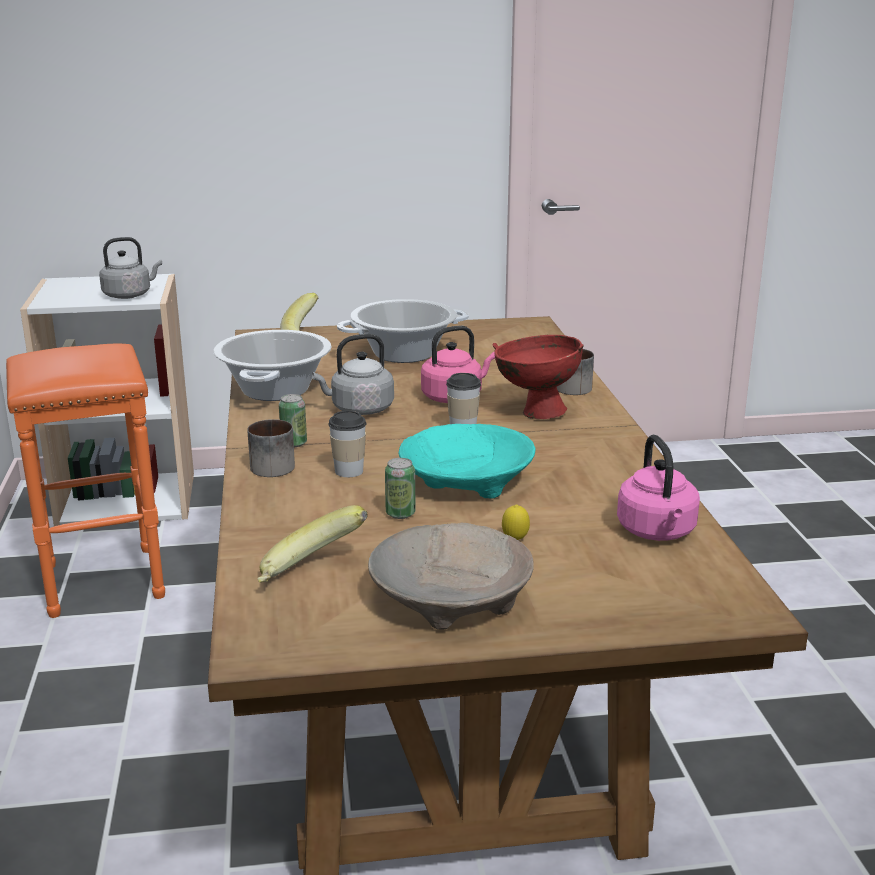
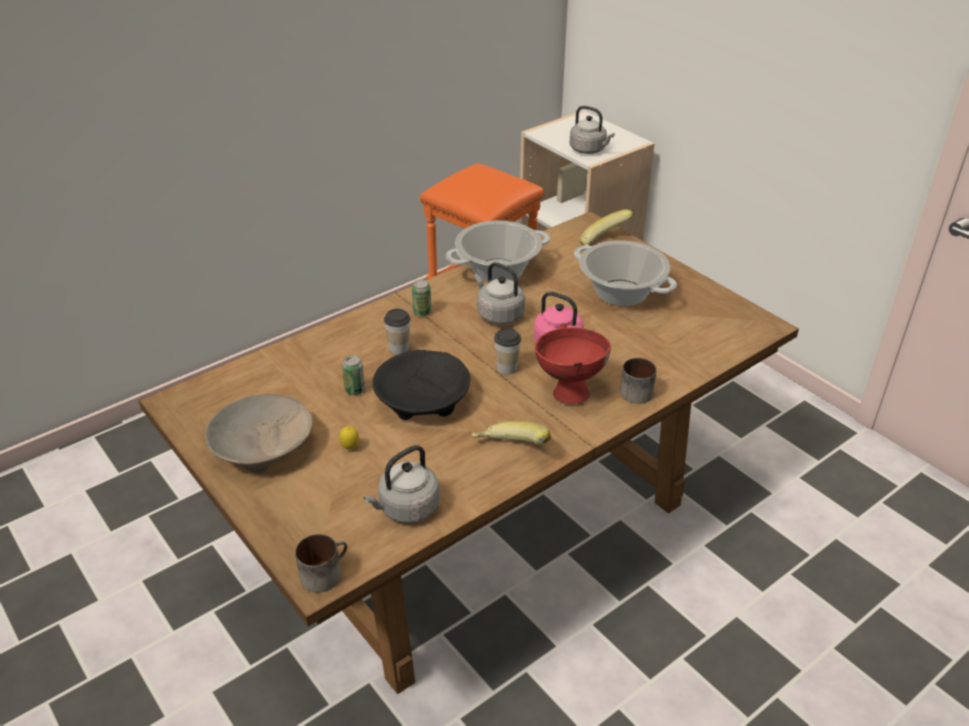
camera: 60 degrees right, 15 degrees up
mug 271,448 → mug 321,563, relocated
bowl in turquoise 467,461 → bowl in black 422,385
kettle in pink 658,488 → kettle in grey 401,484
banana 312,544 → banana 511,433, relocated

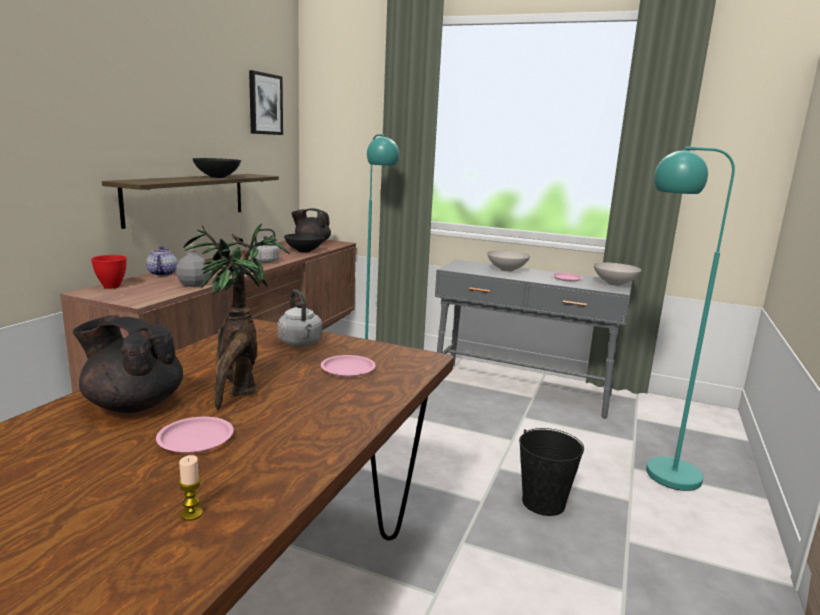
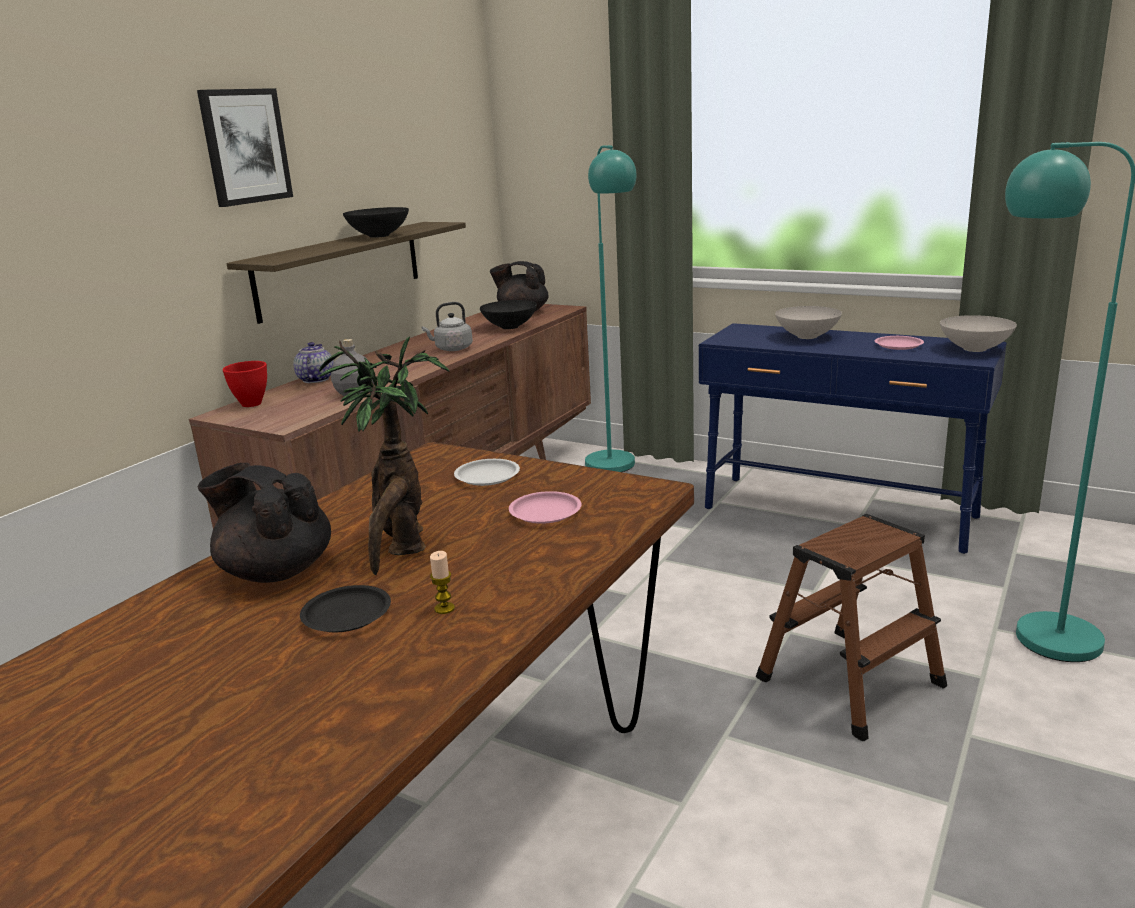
camera: 10 degrees right, 5 degrees up
picture 266,102 → picture 245,147, relocated
console table in grey 534,338 → console table in blue 853,438
kettle in grey 300,317 → plate in white 487,472
plate in pink 195,435 → plate in black 345,608
bucket in black 551,472 → step ladder in brown 851,627
candle 190,488 → candle 442,582, relocated

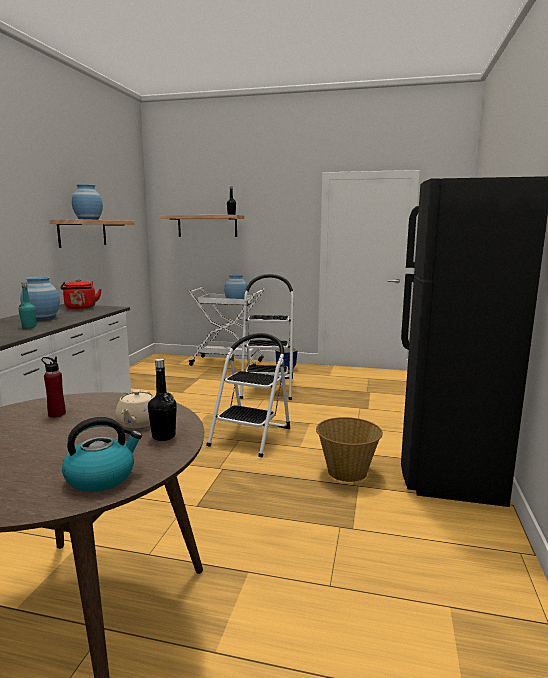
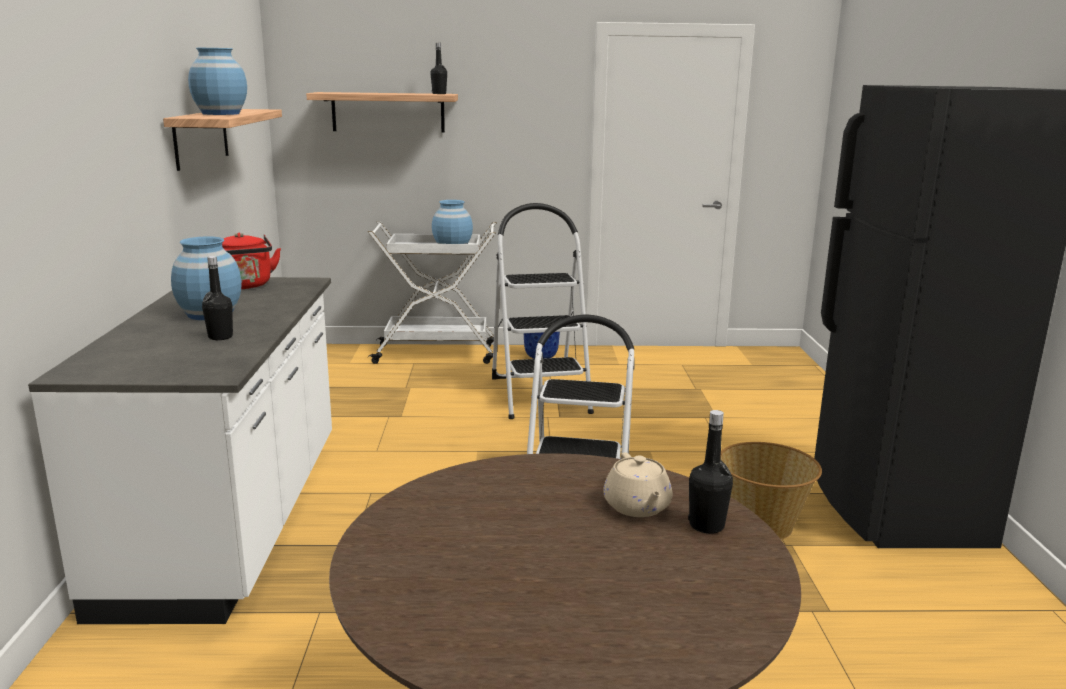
camera: 15 degrees left, 5 degrees up
bottle in turquoise 27,305 → bottle in black 217,298
bottle in red 53,387 → -
kettle 102,454 → -

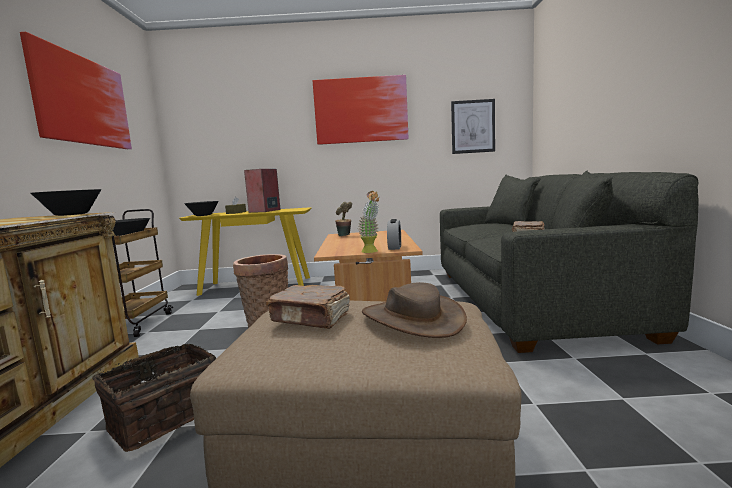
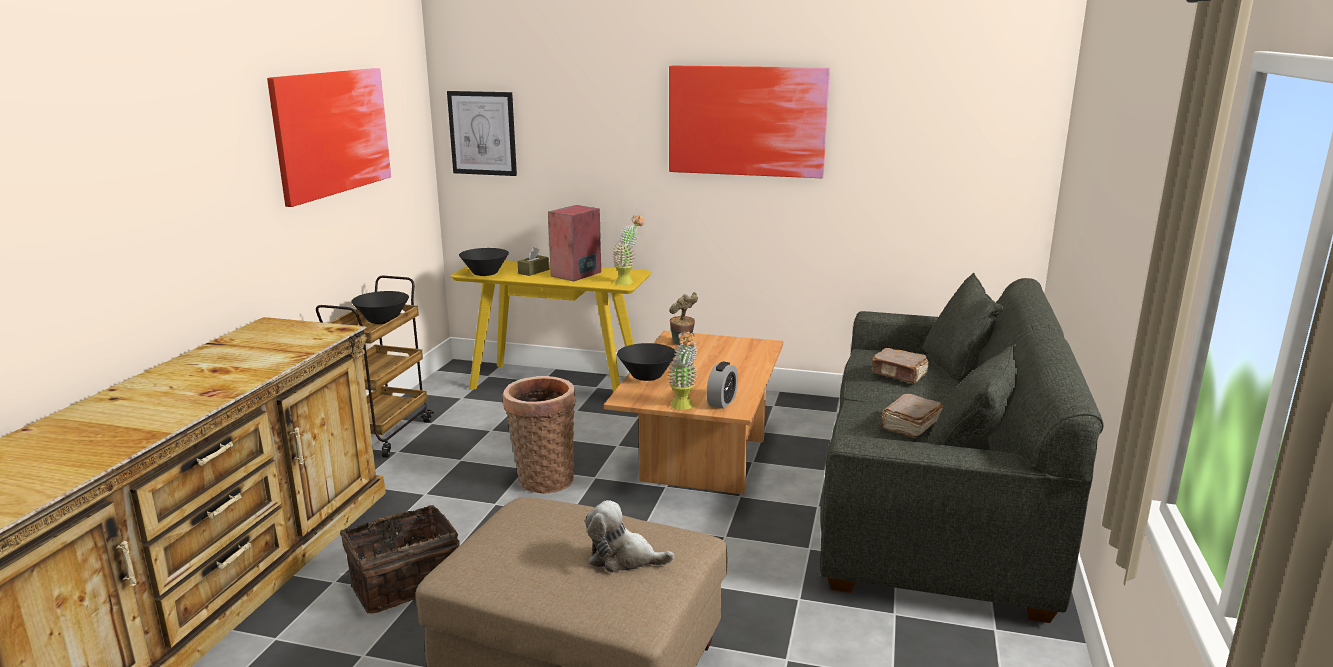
camera: 15 degrees right, 10 degrees up
picture 473,126 → picture 482,133, relocated
bowl in black 66,202 → bowl in black 646,362, relocated
hat in brown 414,310 → plush toy 629,536
book in brown 307,307 → book in brown 900,366, relocated
- → potted plant 628,250

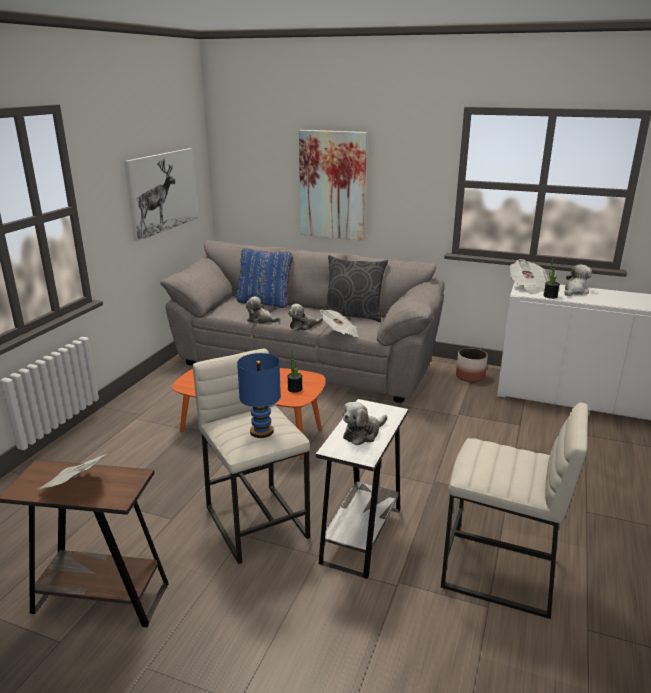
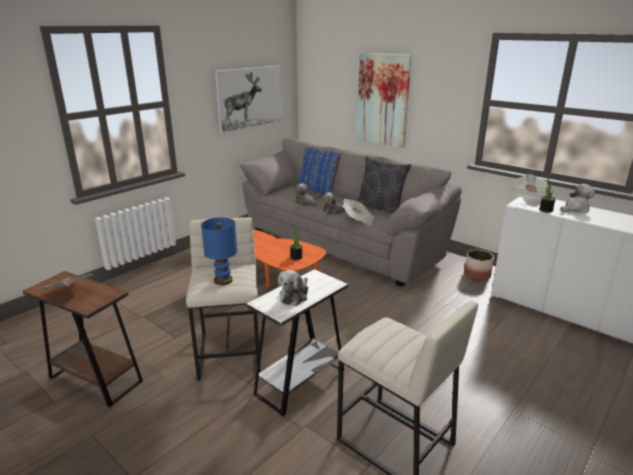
camera: 20 degrees right, 0 degrees up
plush toy 364,424 → plush toy 293,288, 45 degrees counterclockwise

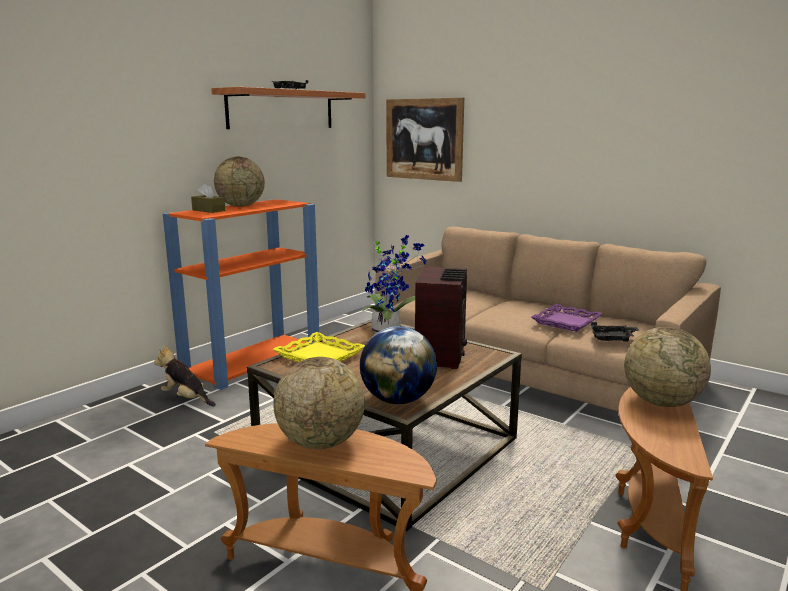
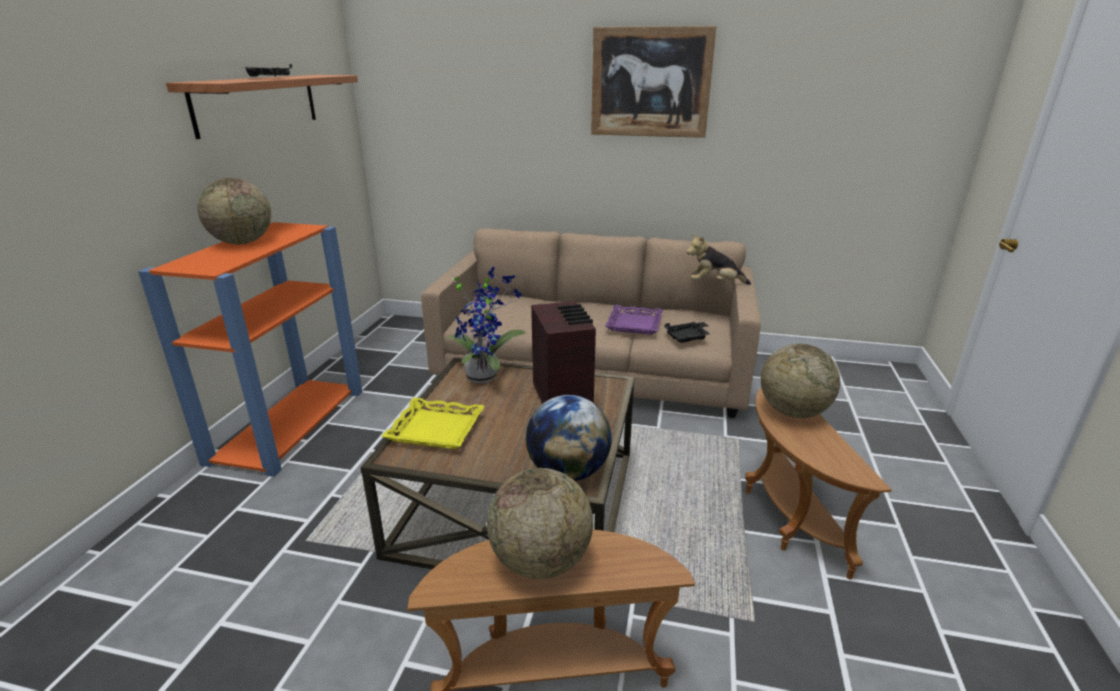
camera: 25 degrees left, 10 degrees up
picture 425,140 → picture 653,82, relocated
tissue box in brown 208,198 → -
plush toy 185,376 → plush toy 719,259, relocated

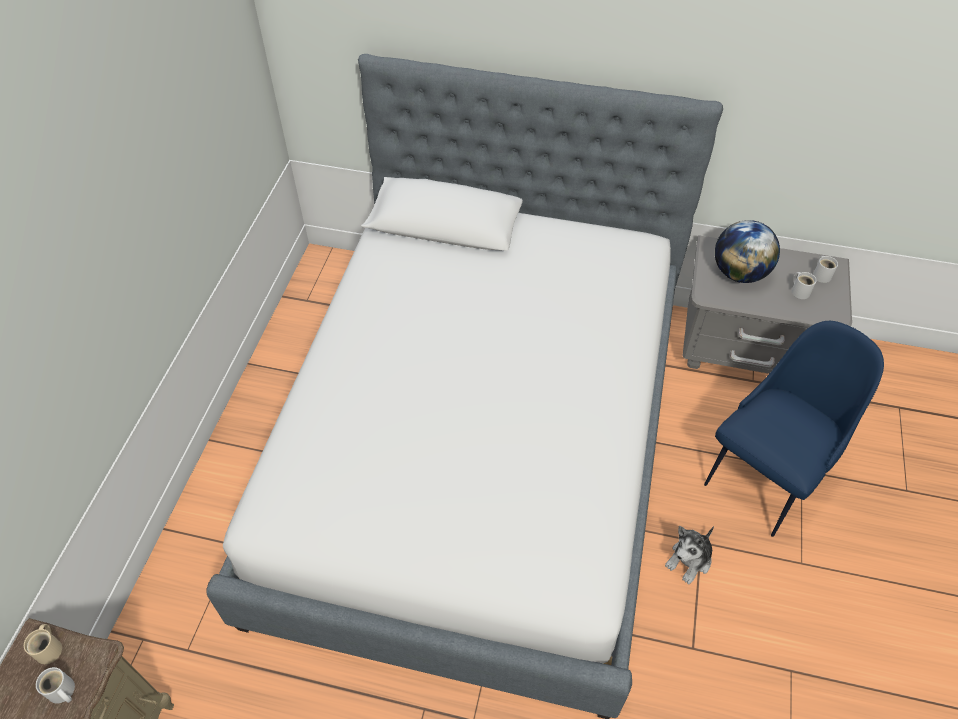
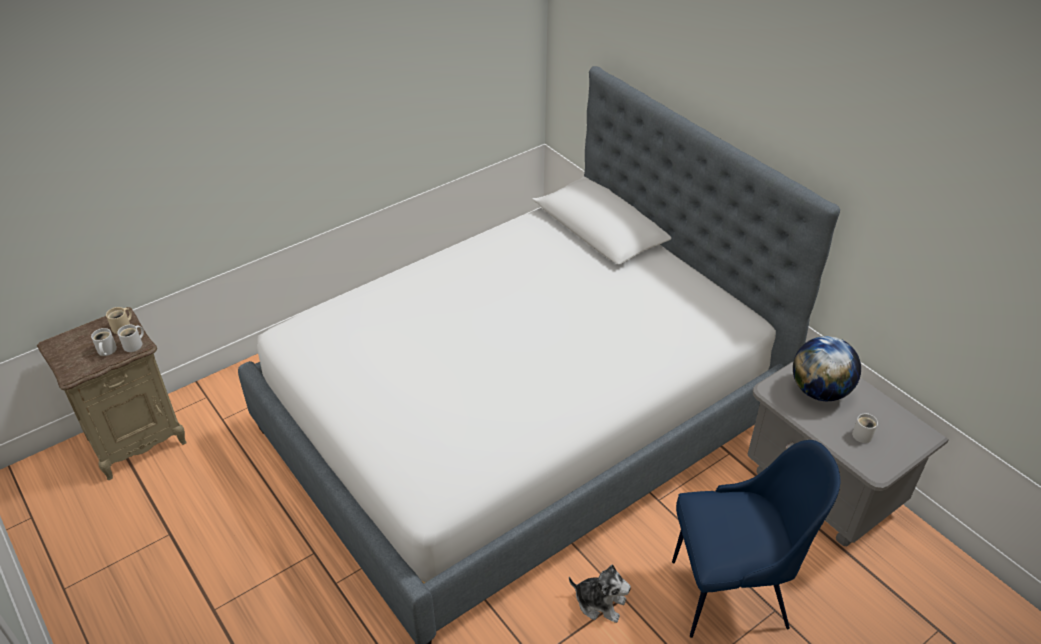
camera: 40 degrees right, 10 degrees down
mug in white 825,269 → mug in white 130,338, relocated
plush toy 689,555 → plush toy 600,593, 150 degrees counterclockwise

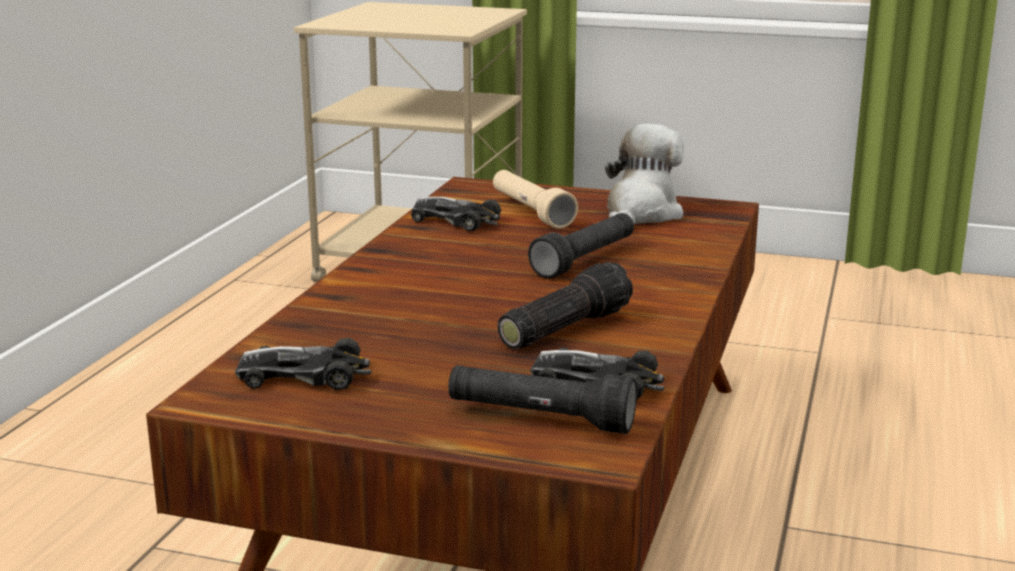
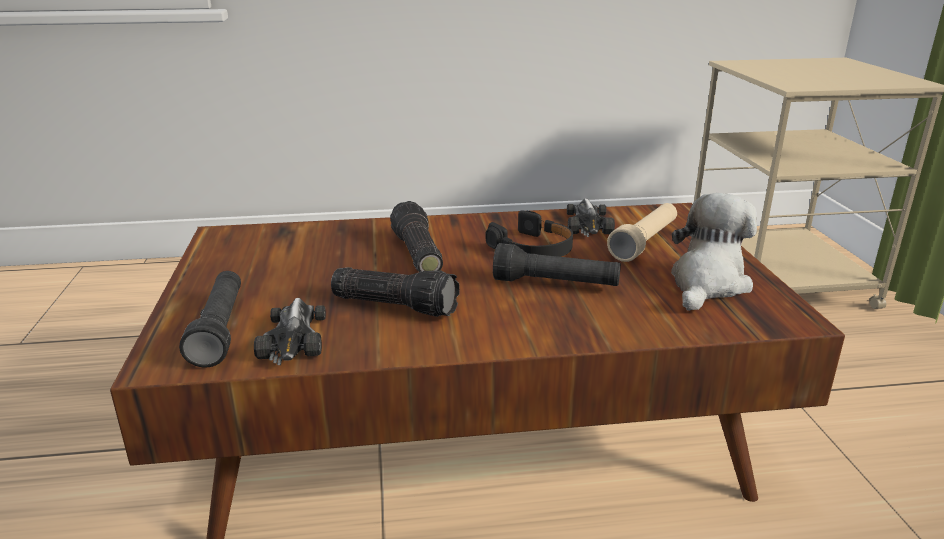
camera: 65 degrees right, 5 degrees up
plush toy 644,174 → plush toy 714,252, 60 degrees counterclockwise
toy car 303,364 → -
- → flashlight 416,236
- → headphones in black 529,233

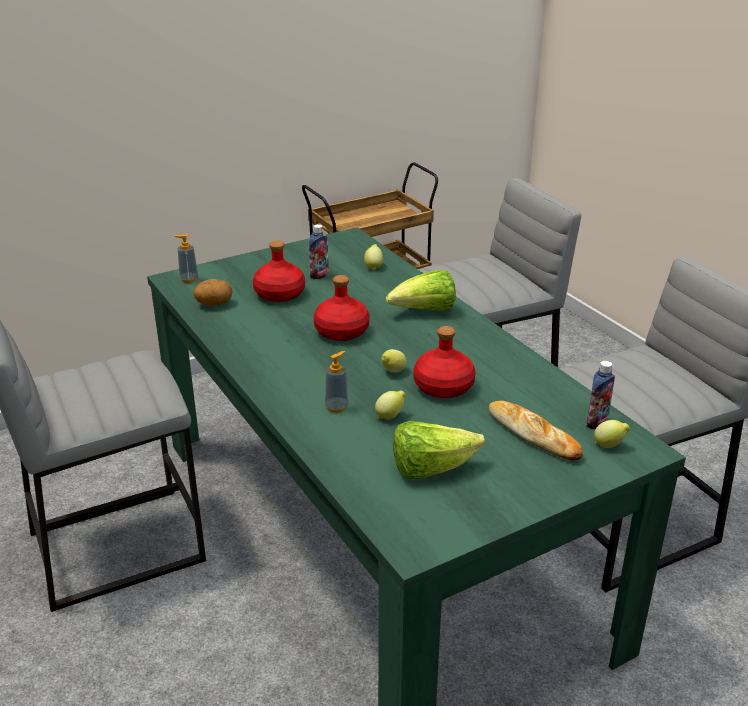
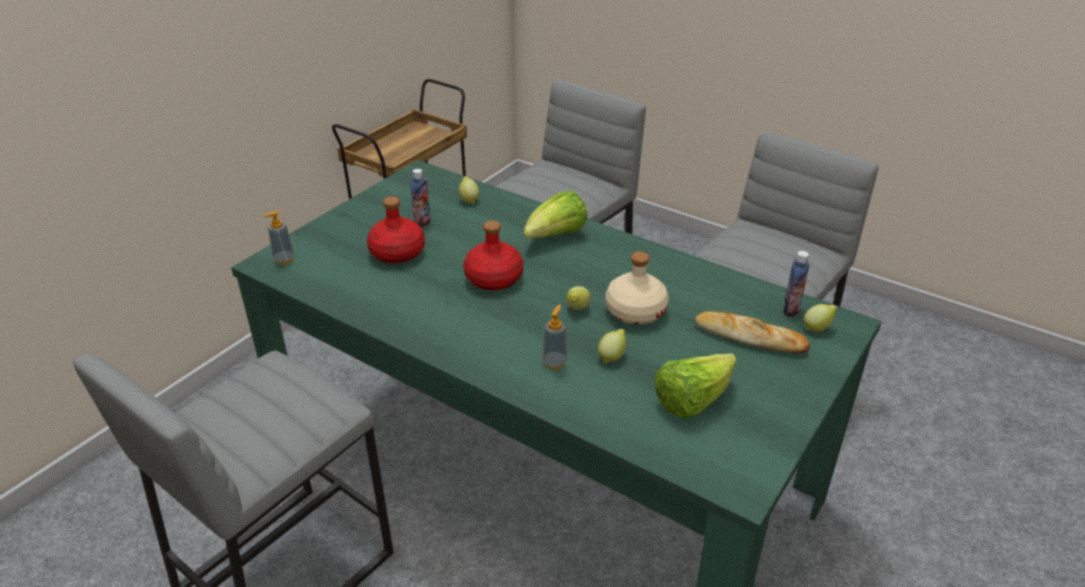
camera: 25 degrees left, 5 degrees up
potato 213,292 → -
bottle in red 444,362 → bottle in beige 637,288

